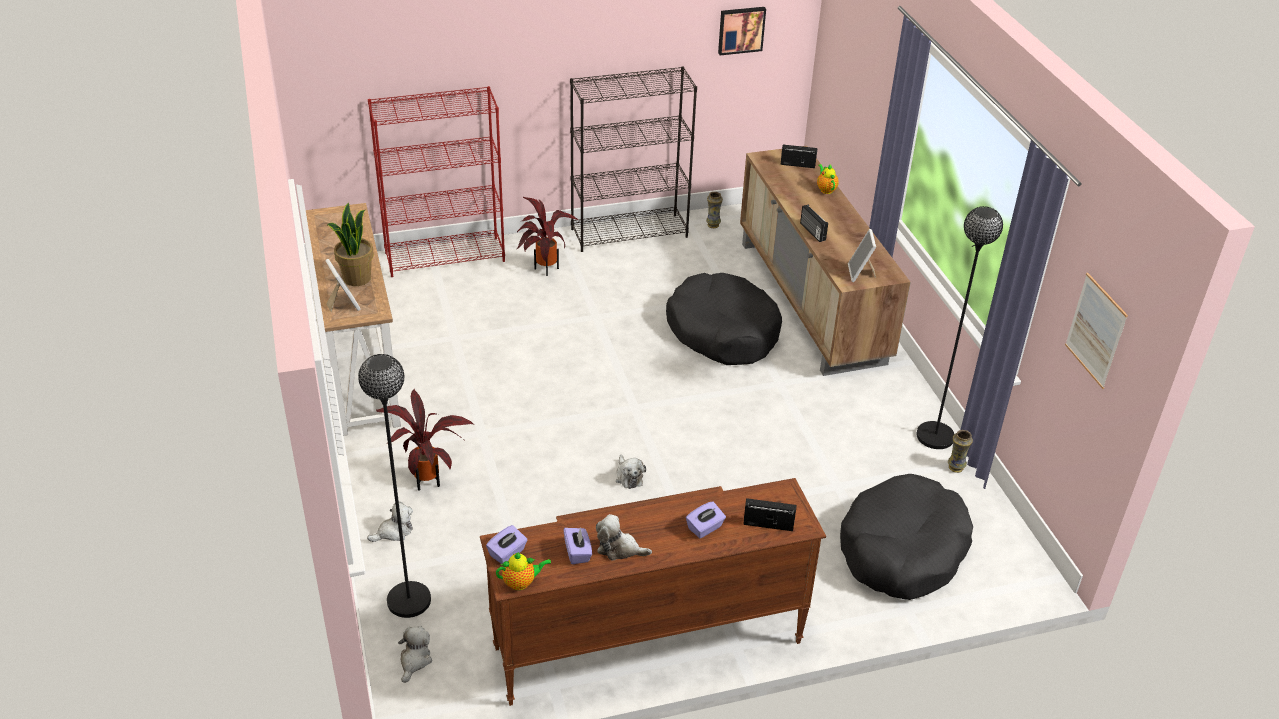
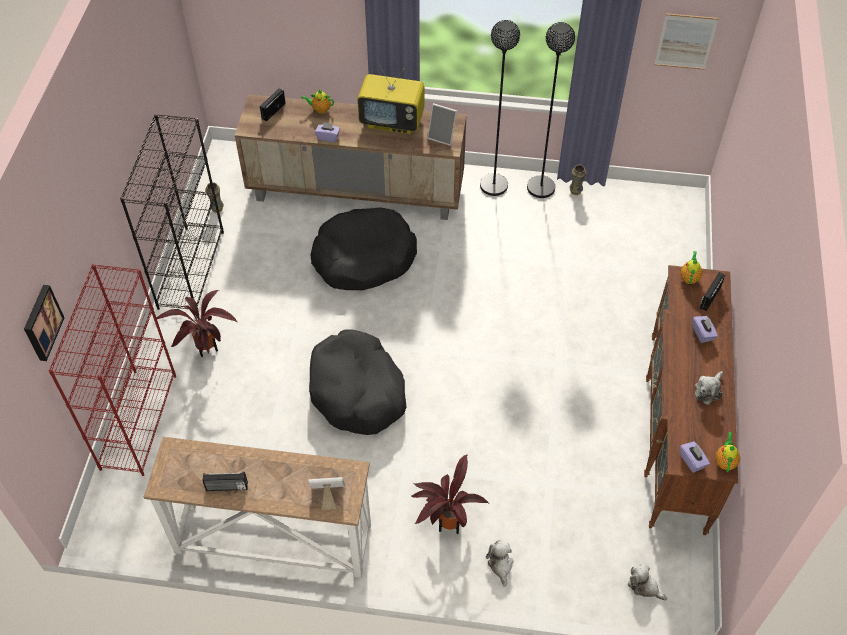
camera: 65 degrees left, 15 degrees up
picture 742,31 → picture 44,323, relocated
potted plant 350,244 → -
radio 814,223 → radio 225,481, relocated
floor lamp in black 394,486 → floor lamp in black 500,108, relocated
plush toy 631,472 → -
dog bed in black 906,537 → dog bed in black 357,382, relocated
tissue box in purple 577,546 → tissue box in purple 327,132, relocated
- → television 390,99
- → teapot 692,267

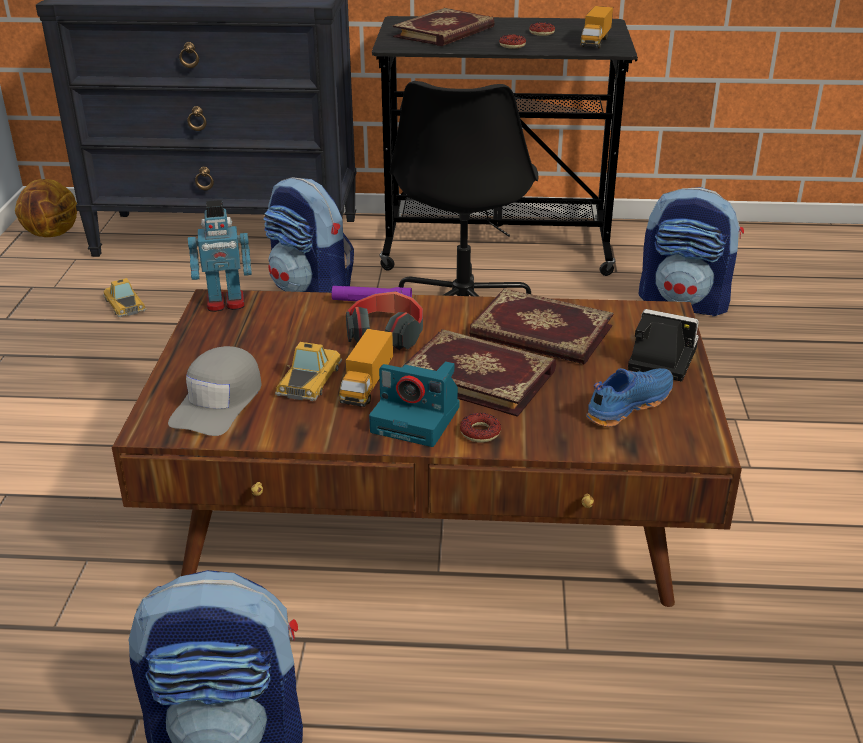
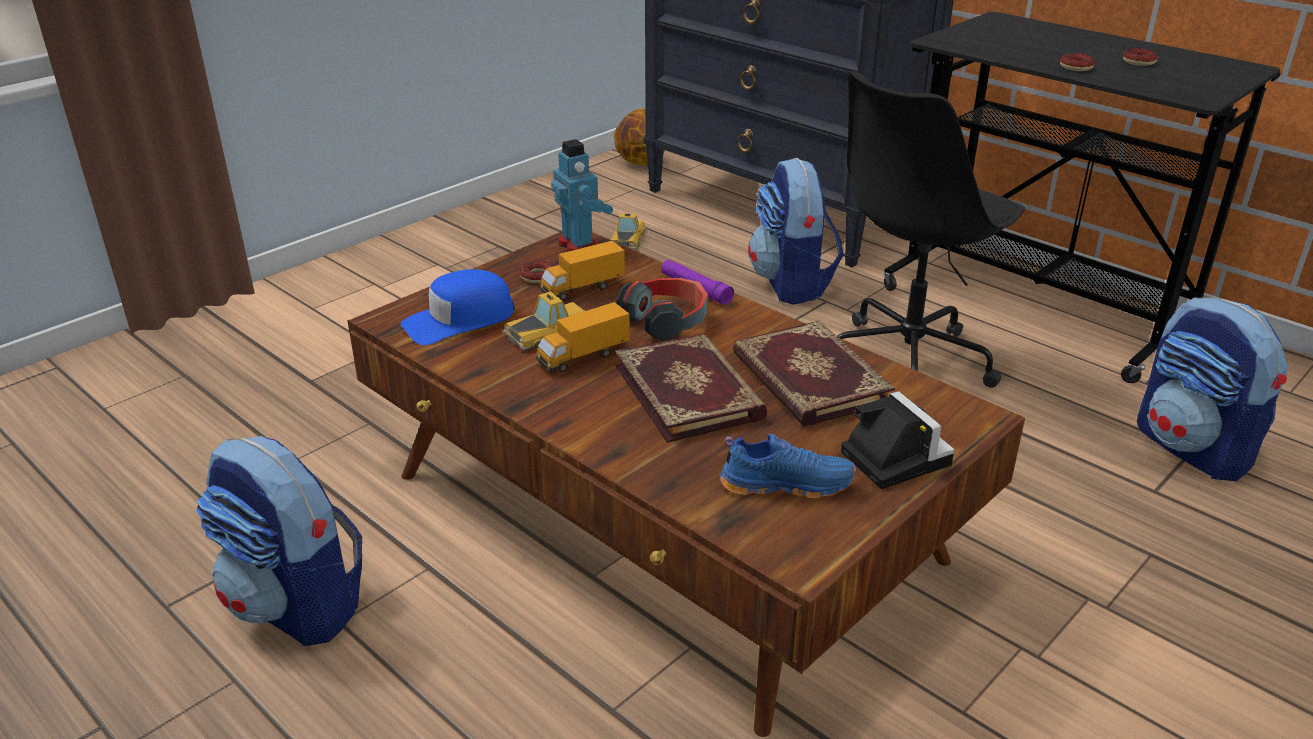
camera: 40 degrees right, 0 degrees up
toy truck 596,27 → toy truck 582,271, relocated
book 444,27 → -
toy robot 220,256 → toy robot 582,195, 150 degrees counterclockwise
cap in grey 215,391 → cap in blue 458,307
photo camera 414,404 → -
donut 480,428 → donut 536,272, relocated

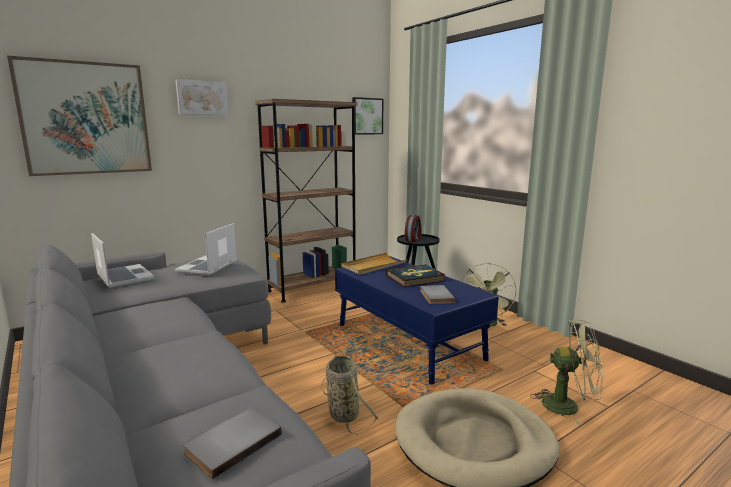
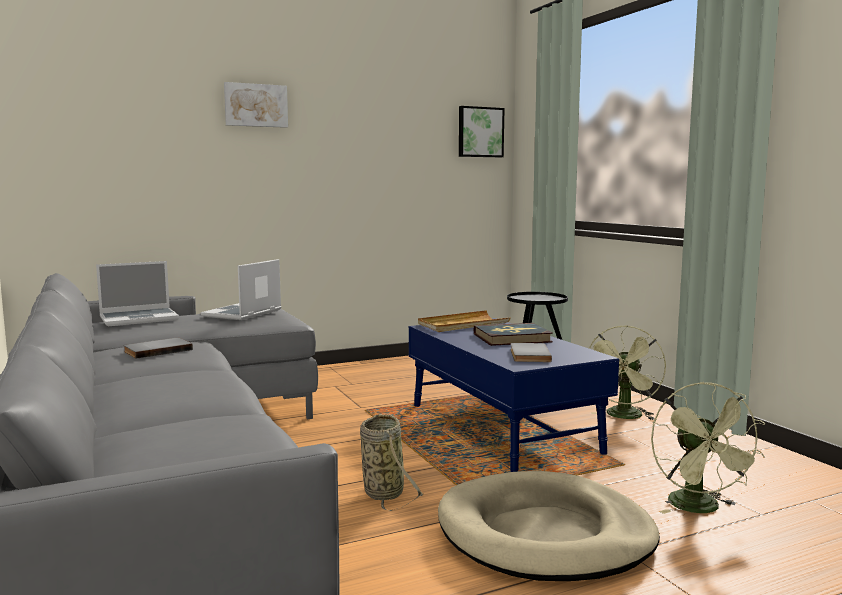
camera: 10 degrees right, 5 degrees down
picture 79,116 → -
bookcase in brown 306,201 → -
alarm clock 413,228 → -
laptop 123,260 → laptop 137,293, 90 degrees clockwise
fan in green 567,372 → fan in green 708,448, 60 degrees clockwise
book in grey 232,443 → book in grey 158,348, relocated

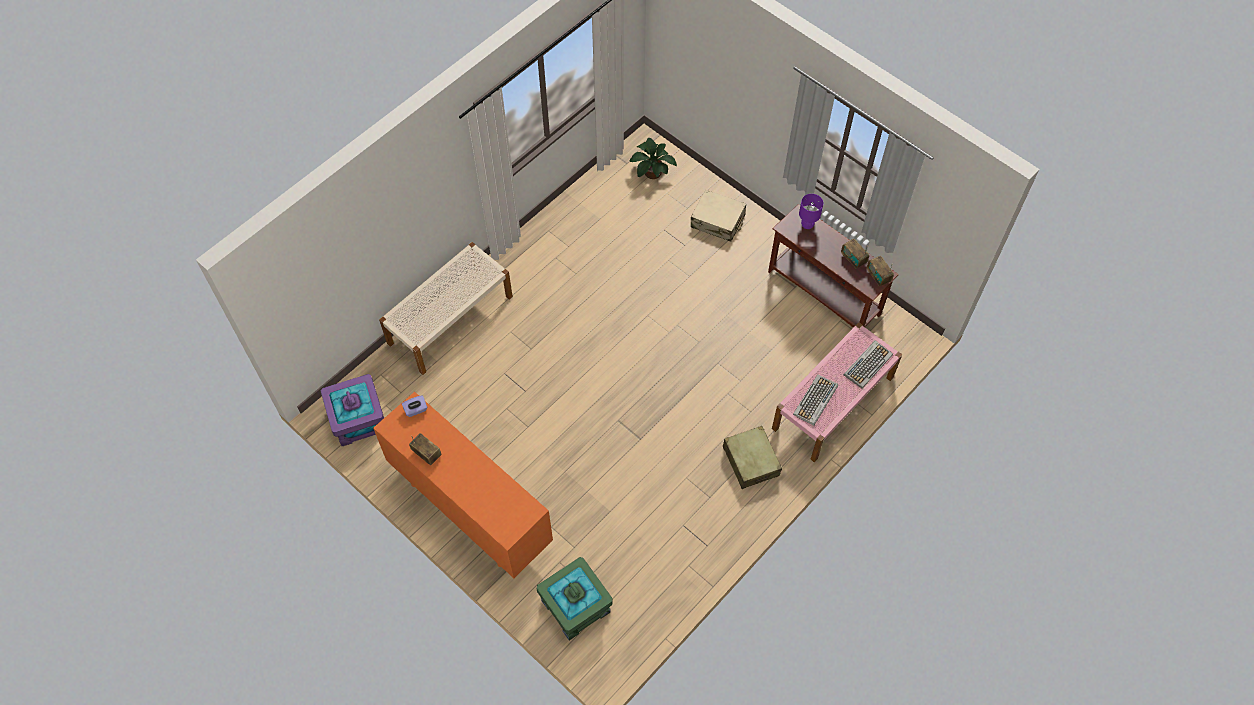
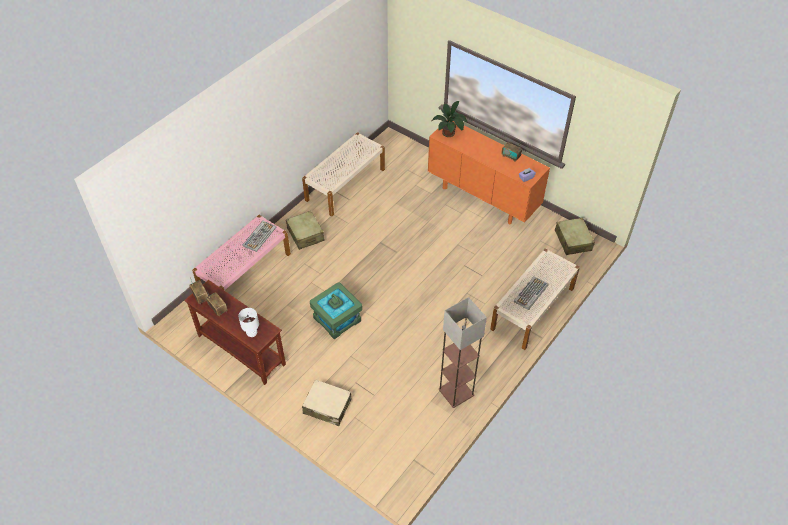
camera: 175 degrees right, 10 degrees down
potted plant 653,158 → potted plant 449,119, relocated
table lamp in purple 811,211 → table lamp in white 248,322
keyboard 868,364 → keyboard 531,293, relocated
storage box in purple 352,410 → suitcase in beige 575,236
storage box in green 575,598 → storage box in green 336,311, relocated
- → bench in beige 343,174
- → floor lamp 463,352

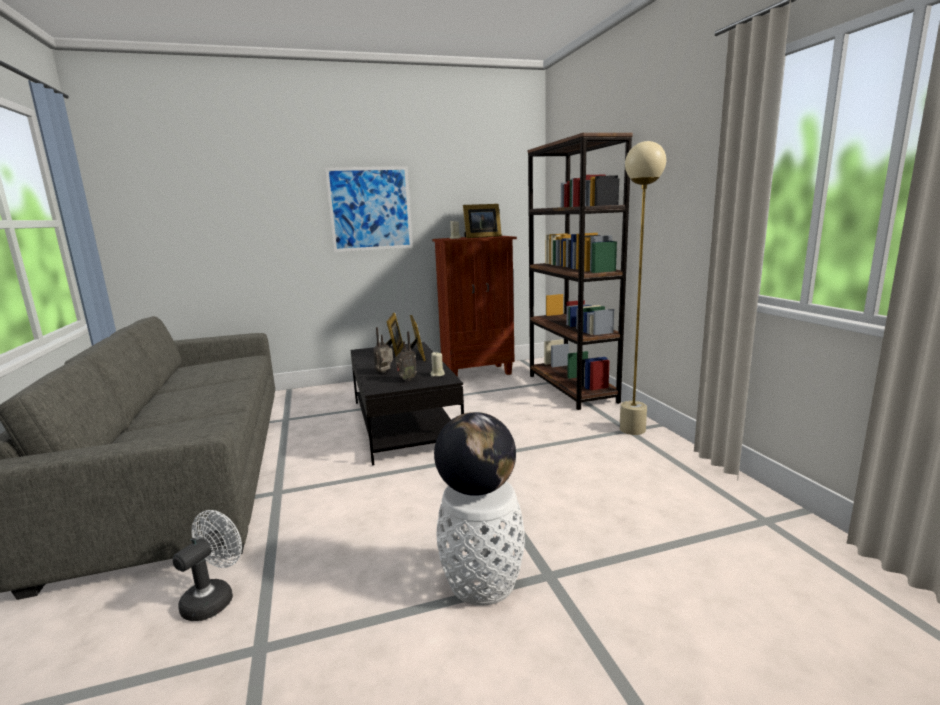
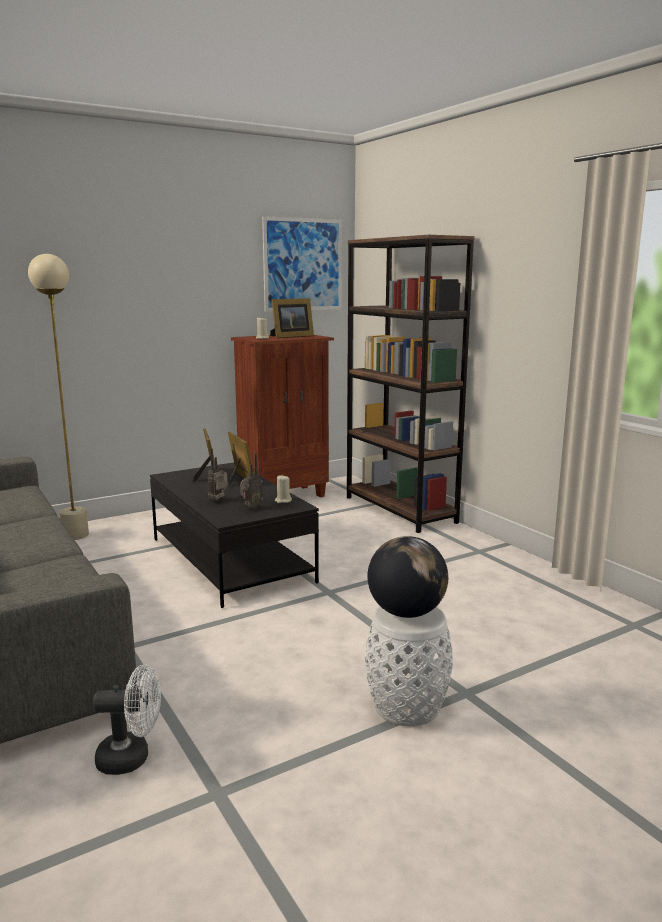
camera: 15 degrees left, 0 degrees up
floor lamp in beige 642,288 → floor lamp in beige 58,397, relocated
picture 369,209 → picture 302,264, relocated
fan in white 207,565 → fan in white 127,719, 75 degrees clockwise

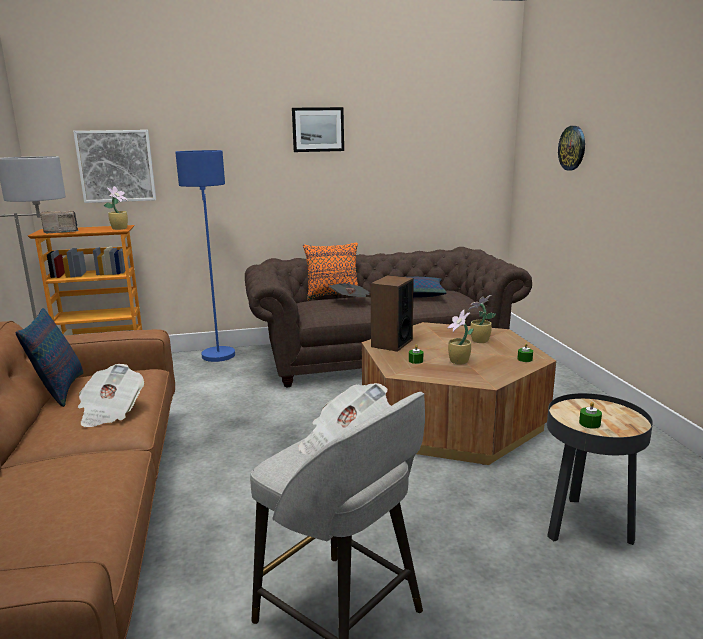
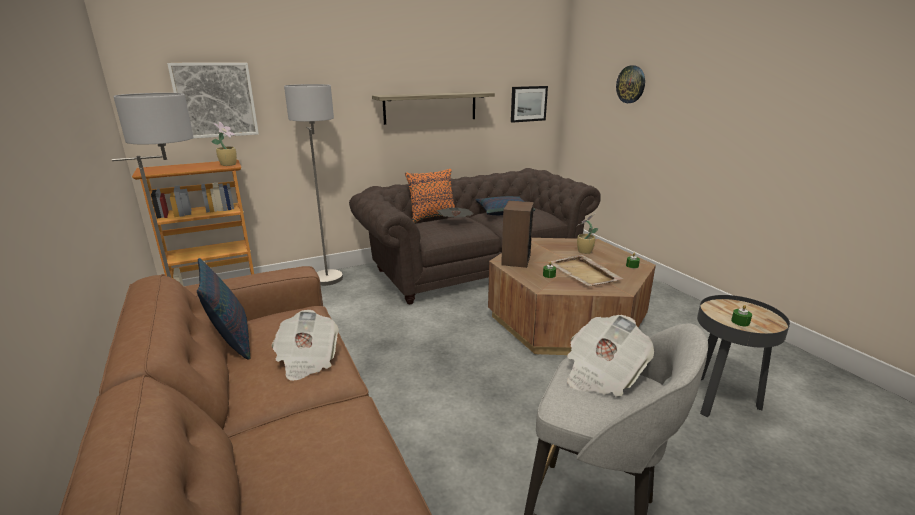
camera: 15 degrees left, 5 degrees up
picture 318,129 → picture 529,104, relocated
floor lamp in blue 205,256 → floor lamp in grey 313,185
radio 60,222 → -
potted plant 460,337 → tray in beige 586,270
- → shelf 433,108

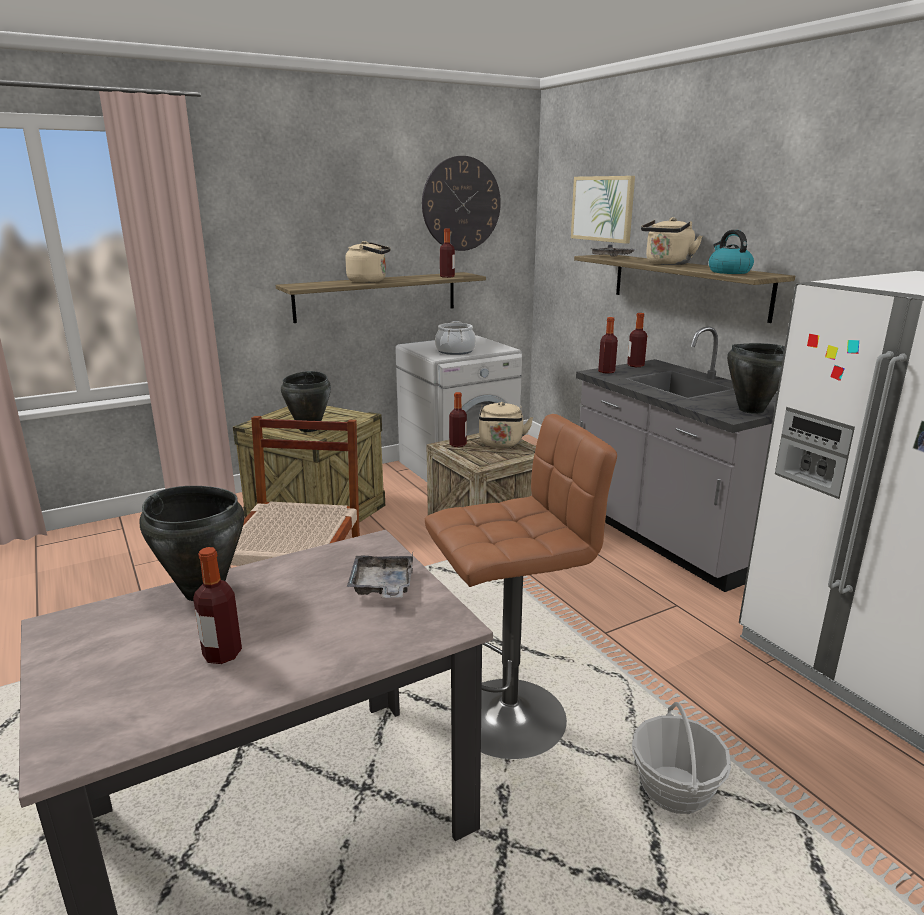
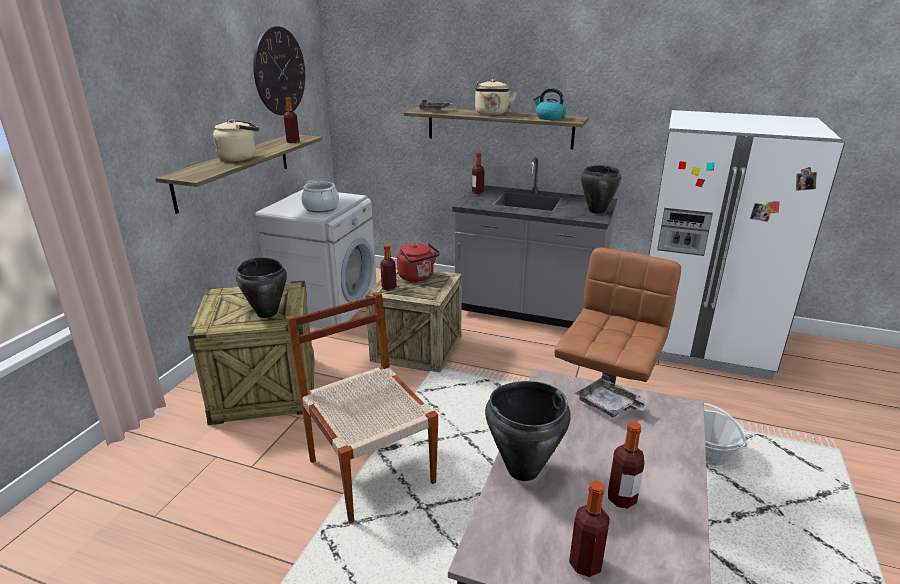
camera: 40 degrees left, 5 degrees up
picture 603,210 → -
bottle 608,345 → bottle 589,528, relocated
kettle in beige 506,425 → kettle in red 418,262

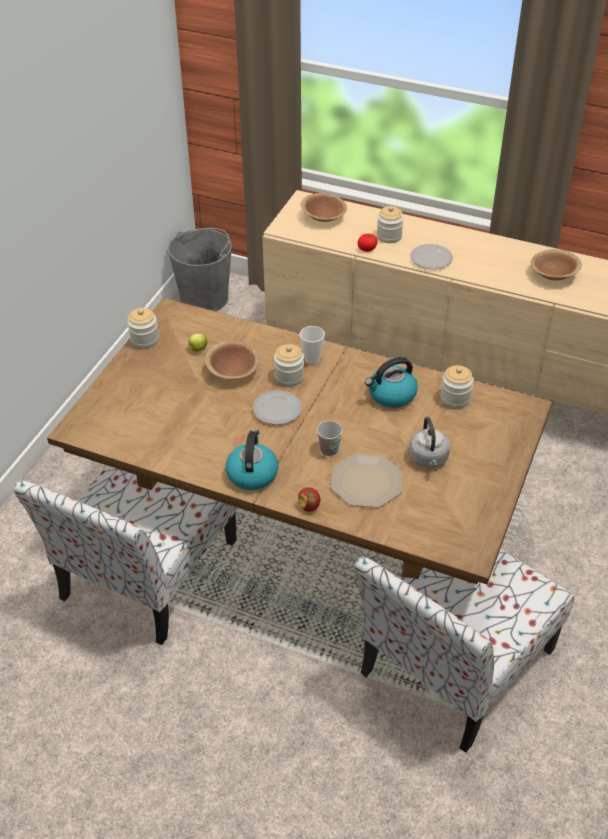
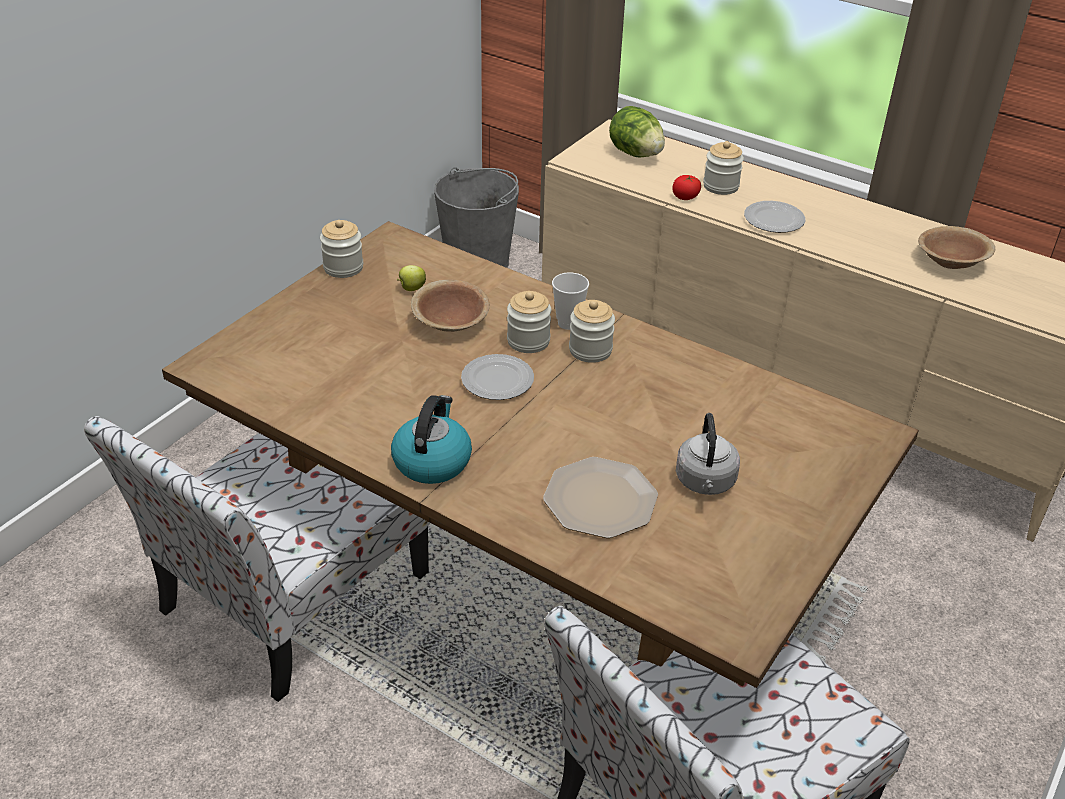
camera: 10 degrees right, 5 degrees down
bowl in brown 324,207 → lettuce 637,131
kettle 391,382 → -
jar 457,386 → jar 592,331, relocated
cup 330,438 → -
apple 309,499 → -

